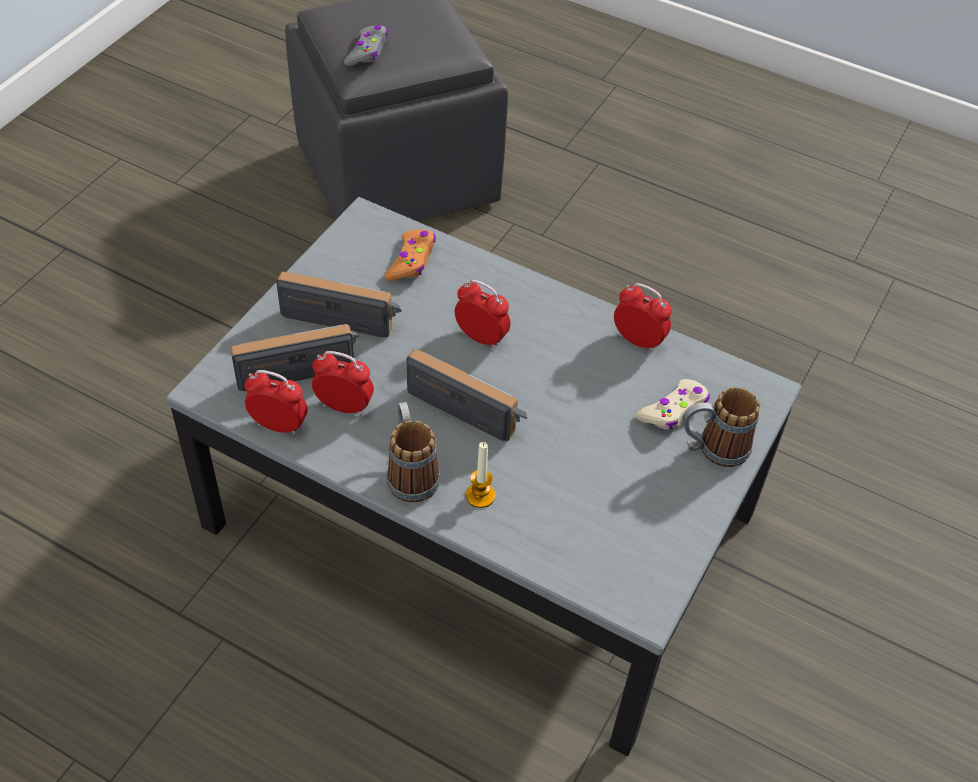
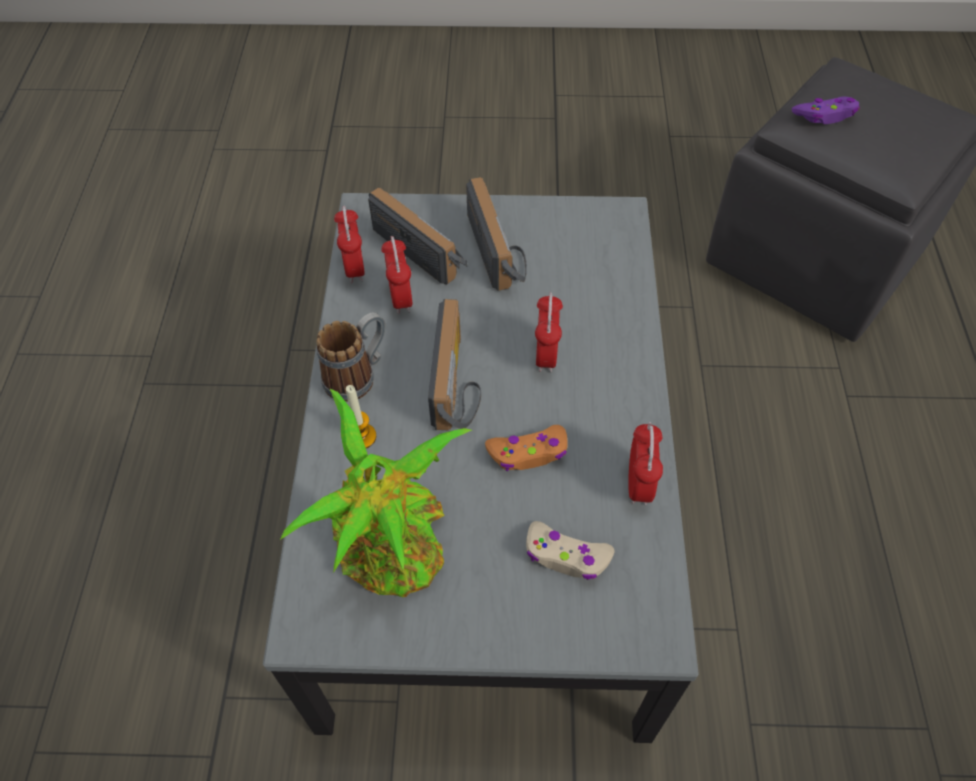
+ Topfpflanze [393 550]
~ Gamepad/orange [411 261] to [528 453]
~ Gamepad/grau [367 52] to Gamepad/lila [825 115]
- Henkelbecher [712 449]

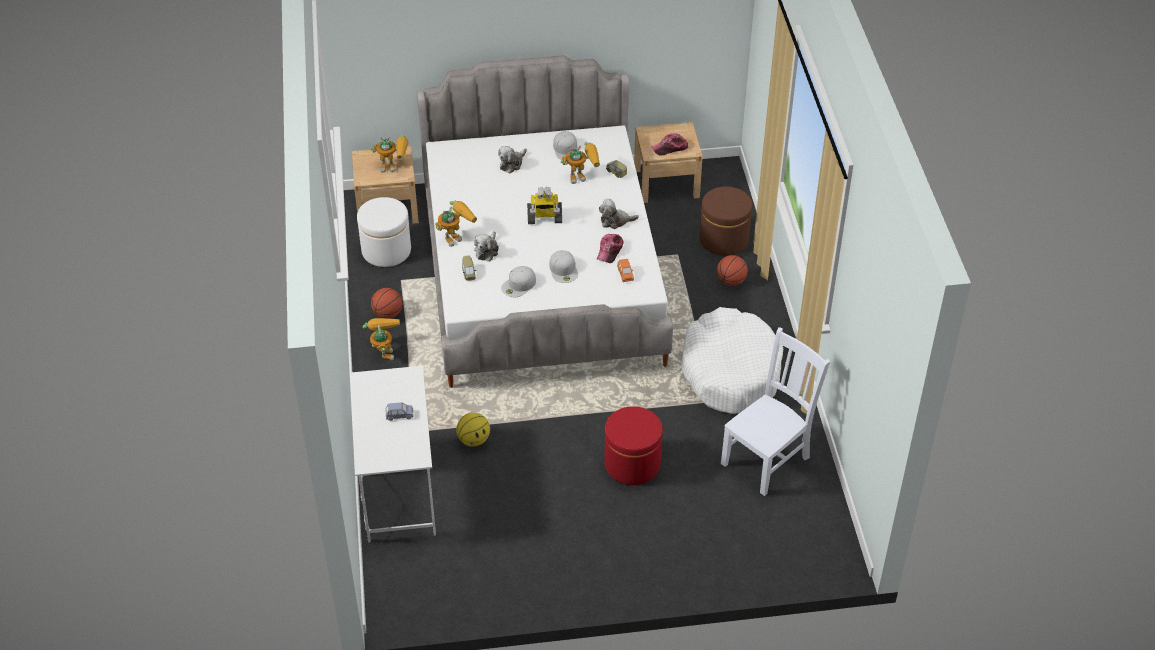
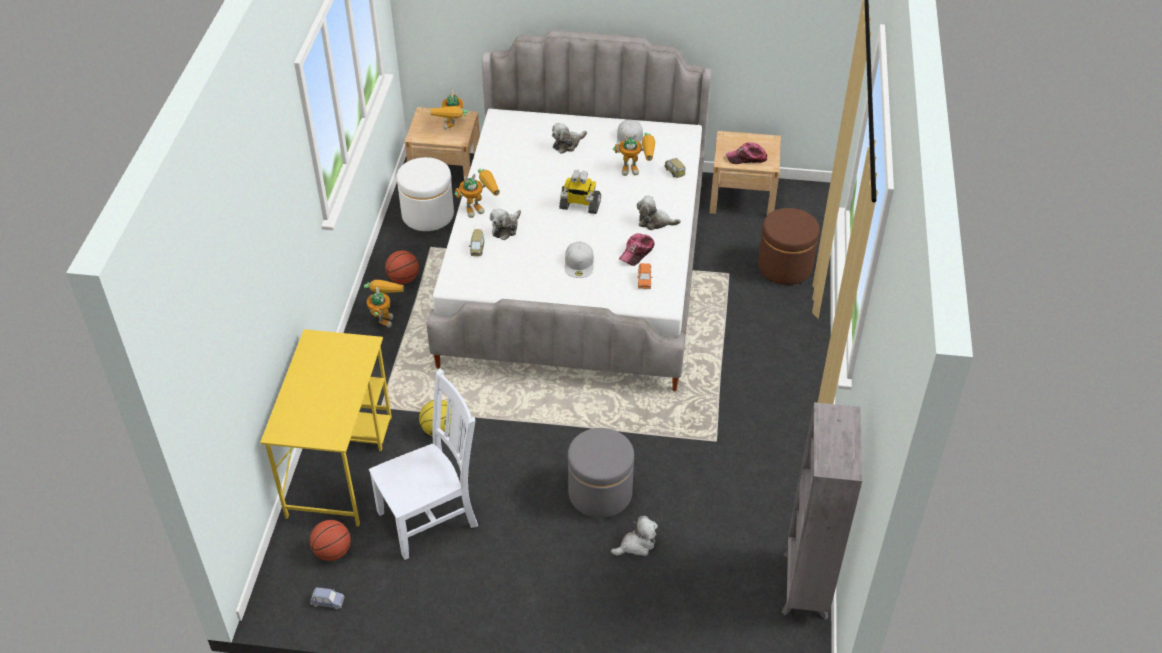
~ Schreibtisch/weiß [398 488] to Schreibtisch/gelb [340 465]
~ Basketball [731 281] to [332 551]
~ Spielzeugauto/blau [399 415] to [328 602]
~ Stuhl/weiß [767 459] to [431 517]
~ Spielzeugroboter [394 166] = [452 129] 75 degrees clockwise
~ Polsterhocker/rot [632 464] to Polsterhocker/grau [600 493]
+ Plüschtier [636 545]
+ Bücherregal/grau [804 587]
- Kappe/weiß [519 285]
- Hundebett/weiß [730 371]

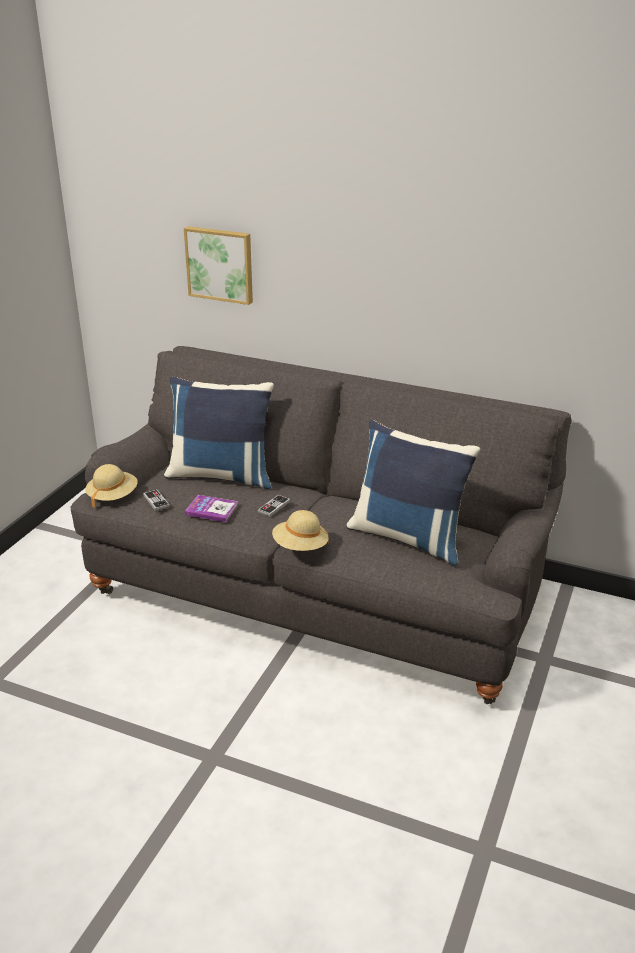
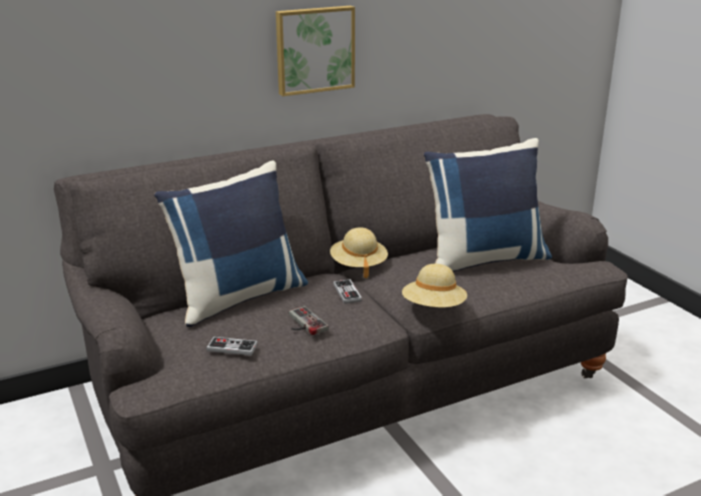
~ Bild [220 264] to [314 49]
~ Buch [211 510] to Gamepad [303 323]
~ Hut/beige [112 496] to [358 265]

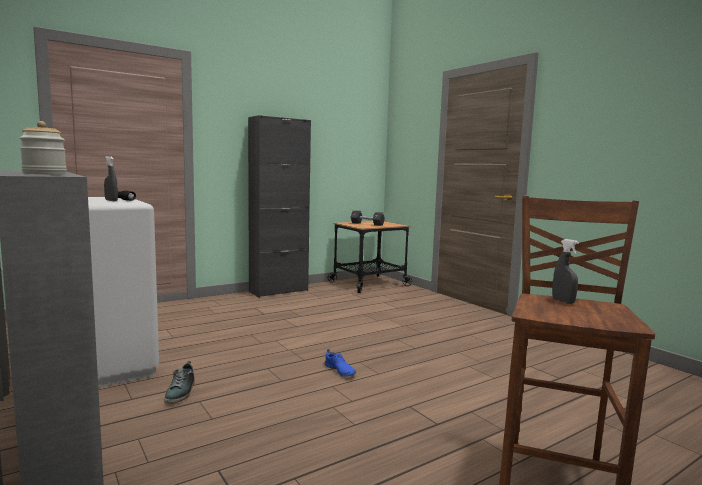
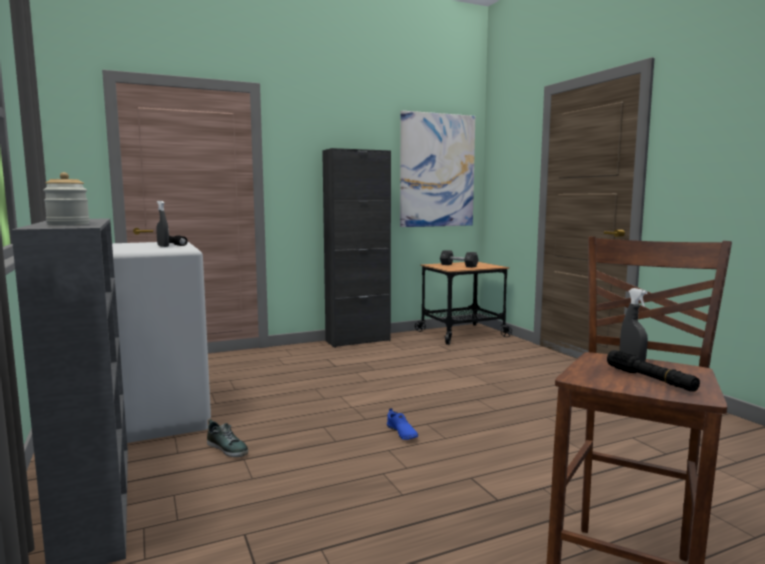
~ Schuh [181 392] = [228 448] 60 degrees counterclockwise
+ Bild [437 170]
+ Taschenlampe/schwarz [650 379]

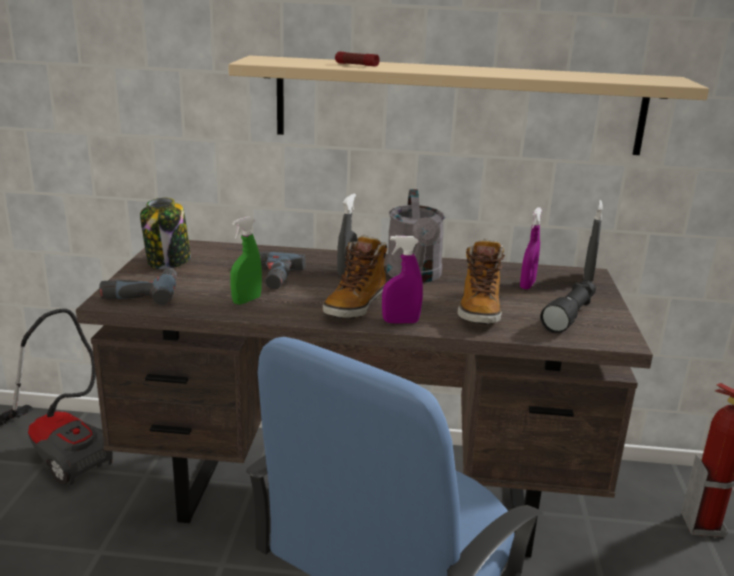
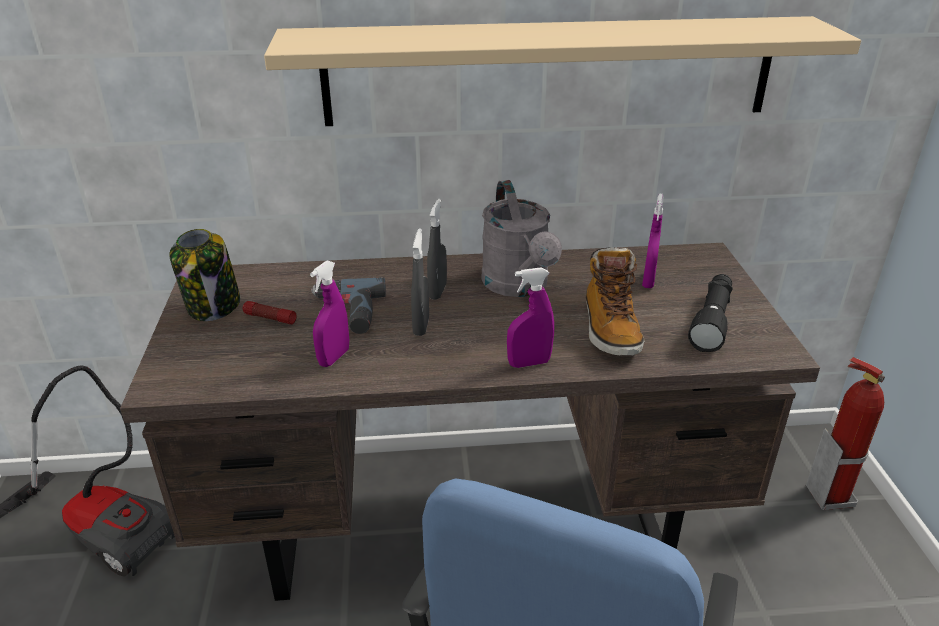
~ Taschenlampe [356 65] to [270 318]
~ Sprühflasche/grün [246 300] to Sprühflasche/lila [334 357]
~ Sprühflasche/grau [588 277] to [421 326]
- Bohrmaschine [141 293]
- Stiefel [355 305]

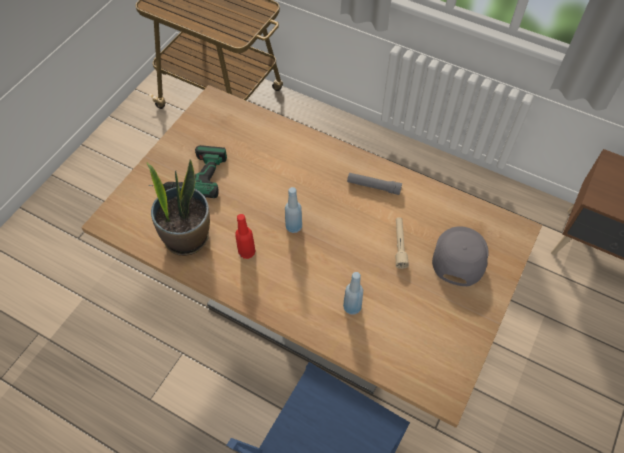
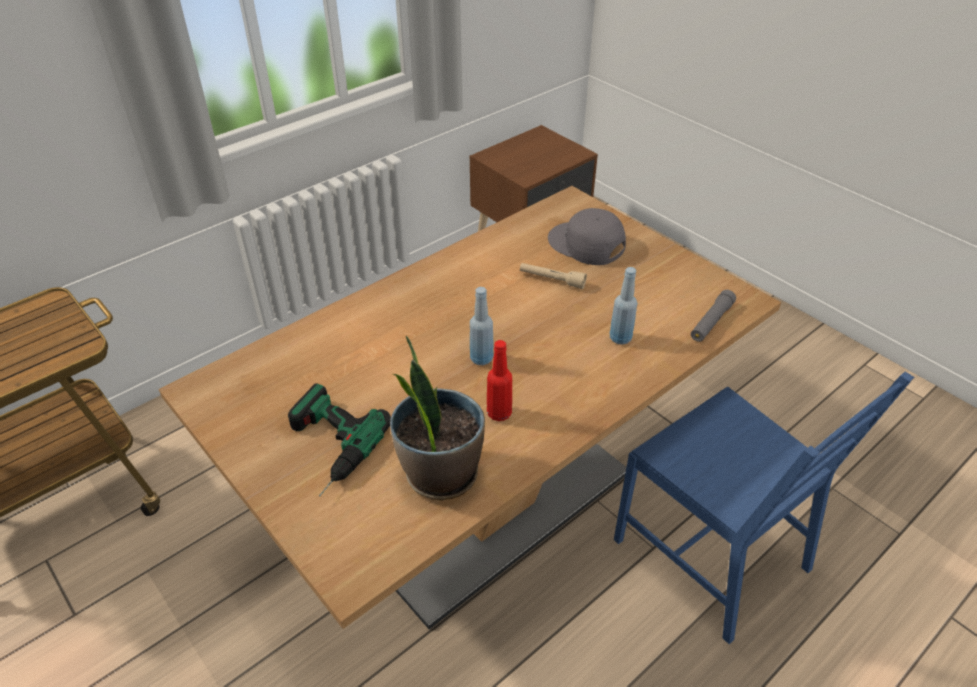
~ Taschenlampe/grau [373 186] to [711 322]

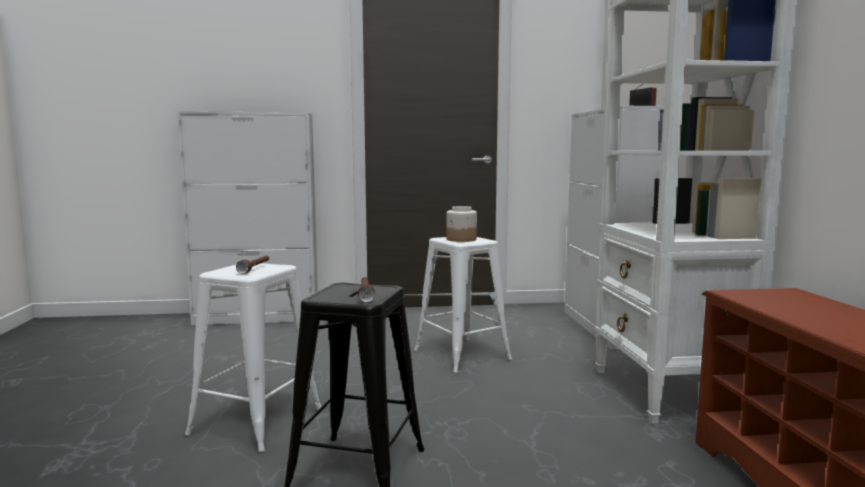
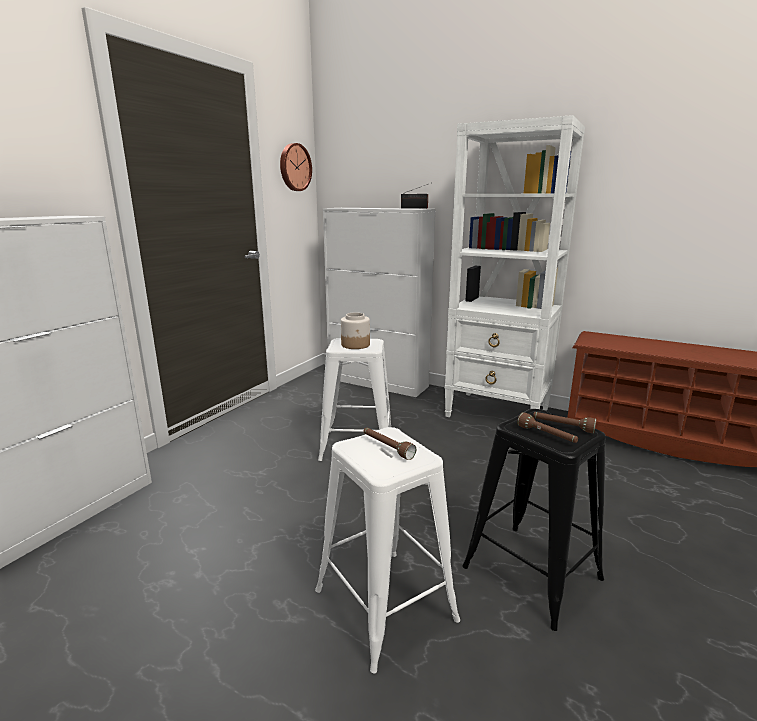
+ Wanduhr [294 167]
+ Taschenlampe/braun [546 435]

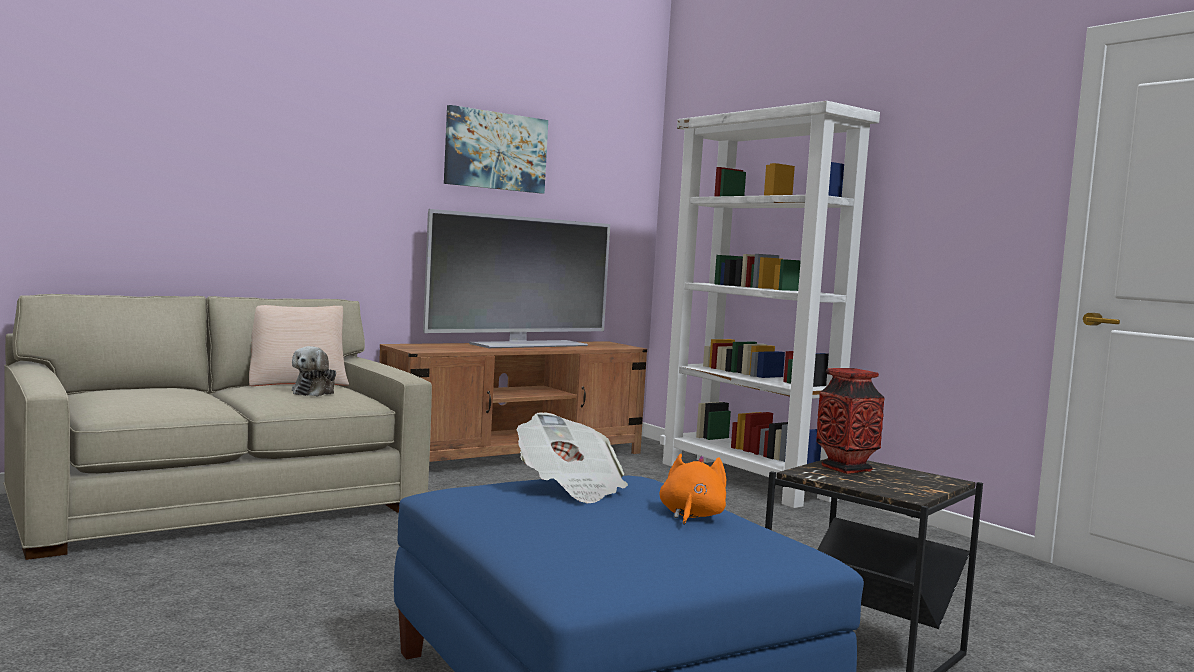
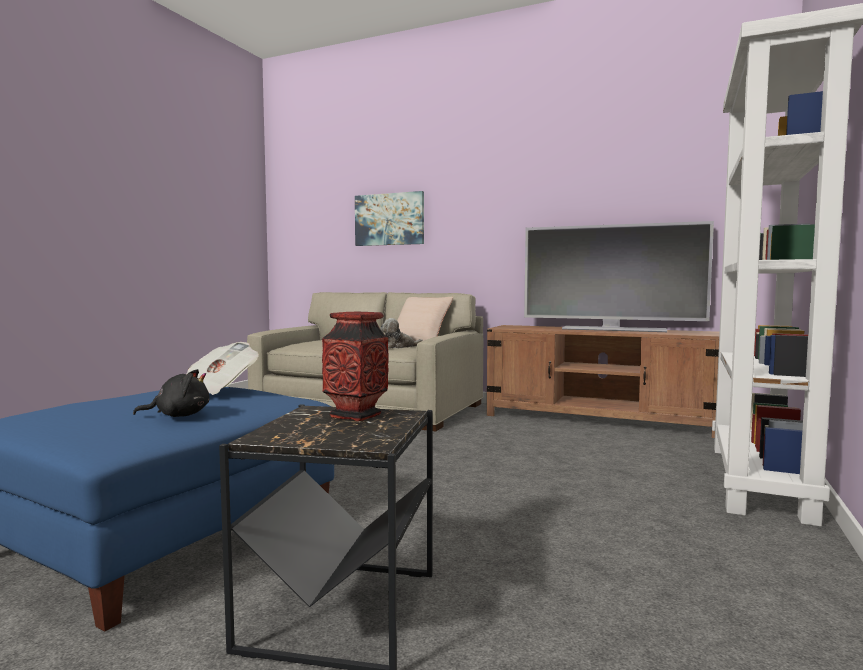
~ Plüschtier/orange [691 516] to Plüschtier/schwarz [179 415]
~ Bild [495 151] to [389 219]

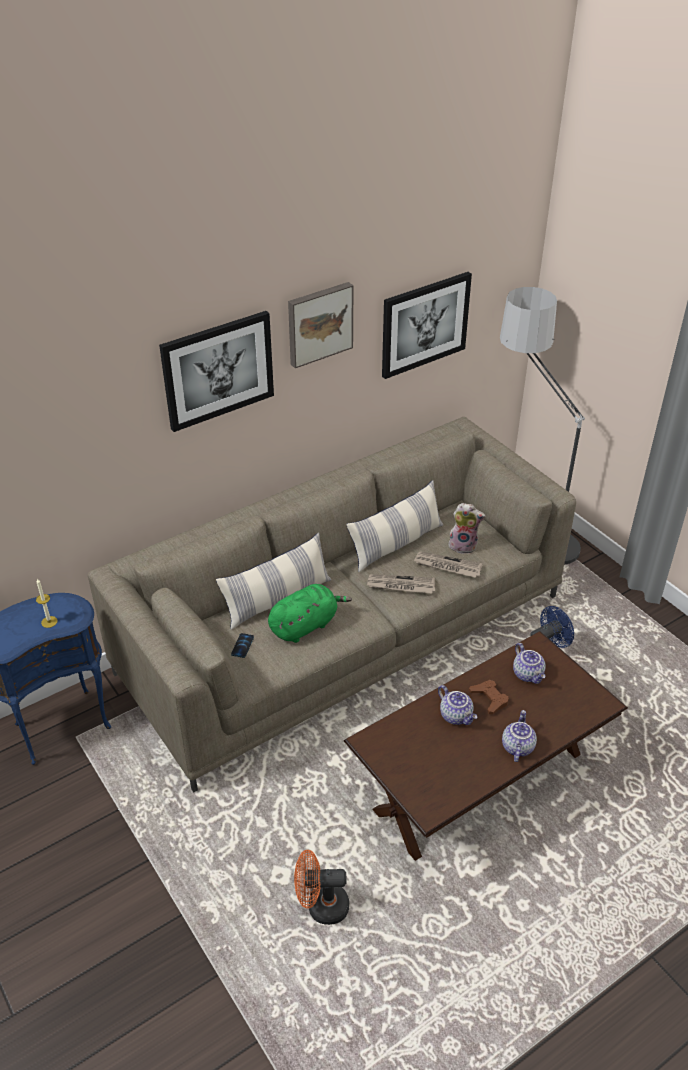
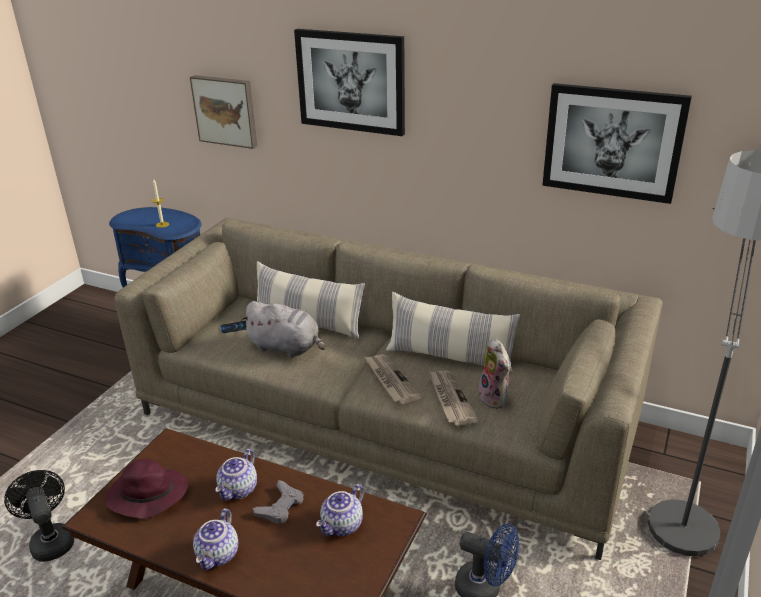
~ Ventilator/orange [321 906] to Ventilator/schwarz [50 540]
+ Hut/lila [146 495]
~ Bild [319 323] to [226 110]
~ Teekanne [516 747] = [219 555] 120 degrees clockwise
~ Plüschtier/grün [305 625] to Plüschtier/grau [286 348]
~ Gamepad/braun [489 699] to Gamepad/grau [280 506]

